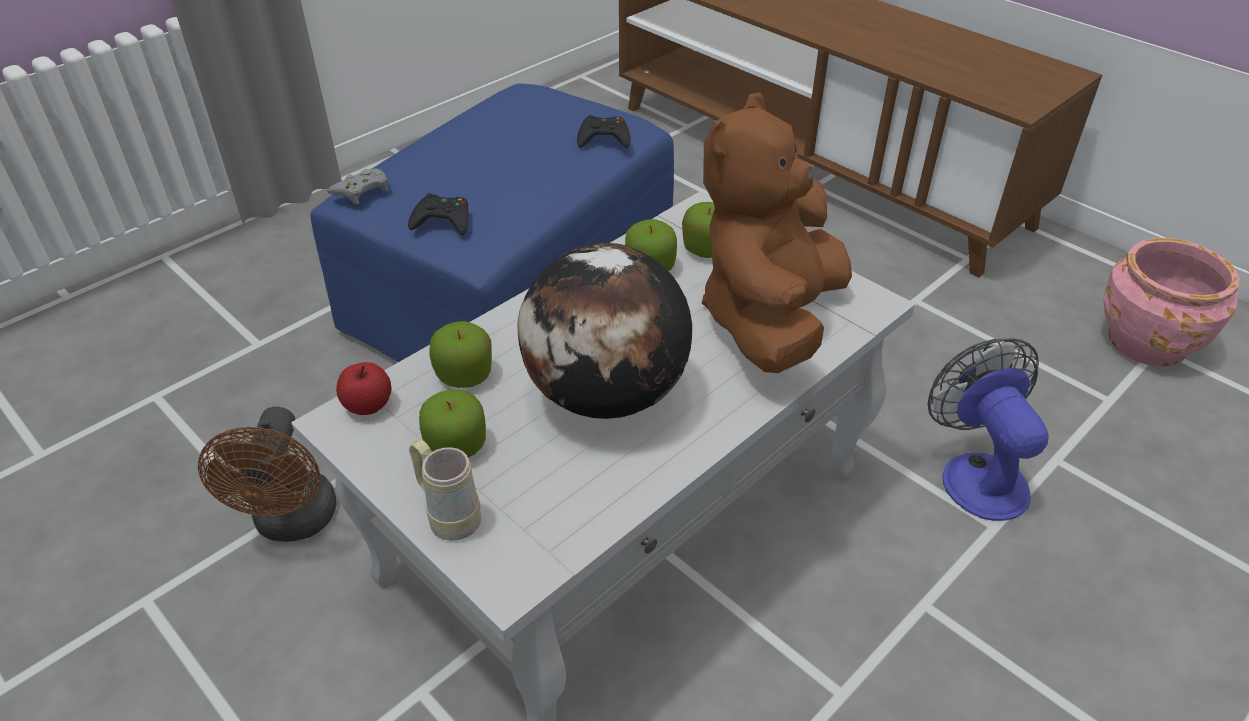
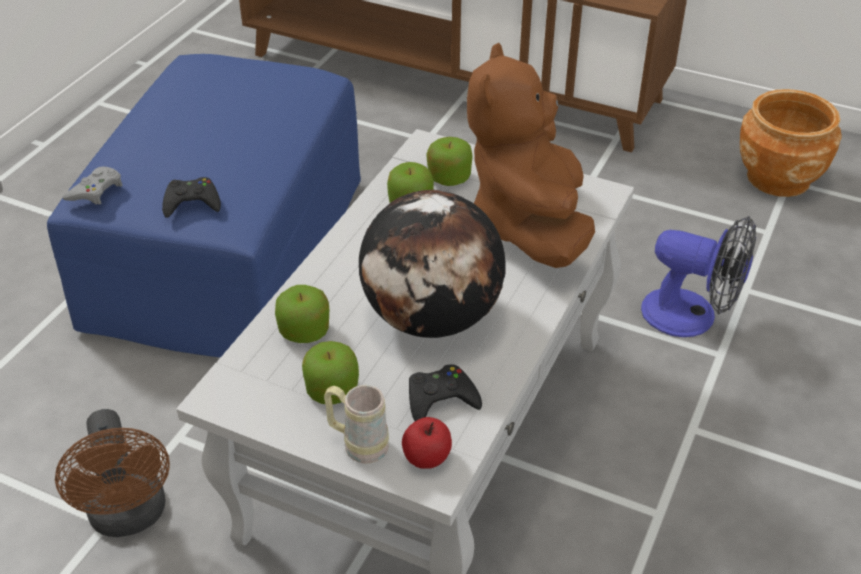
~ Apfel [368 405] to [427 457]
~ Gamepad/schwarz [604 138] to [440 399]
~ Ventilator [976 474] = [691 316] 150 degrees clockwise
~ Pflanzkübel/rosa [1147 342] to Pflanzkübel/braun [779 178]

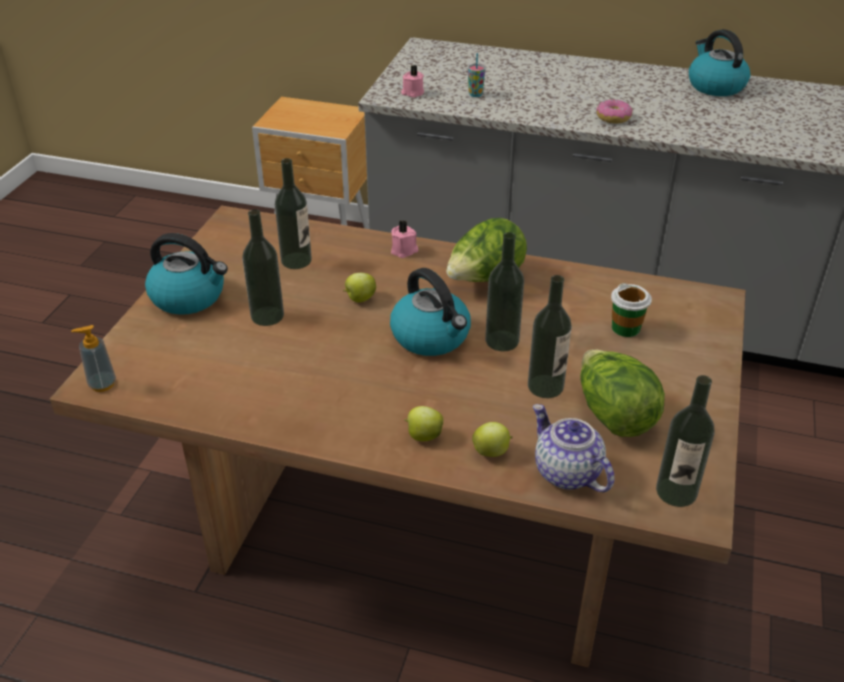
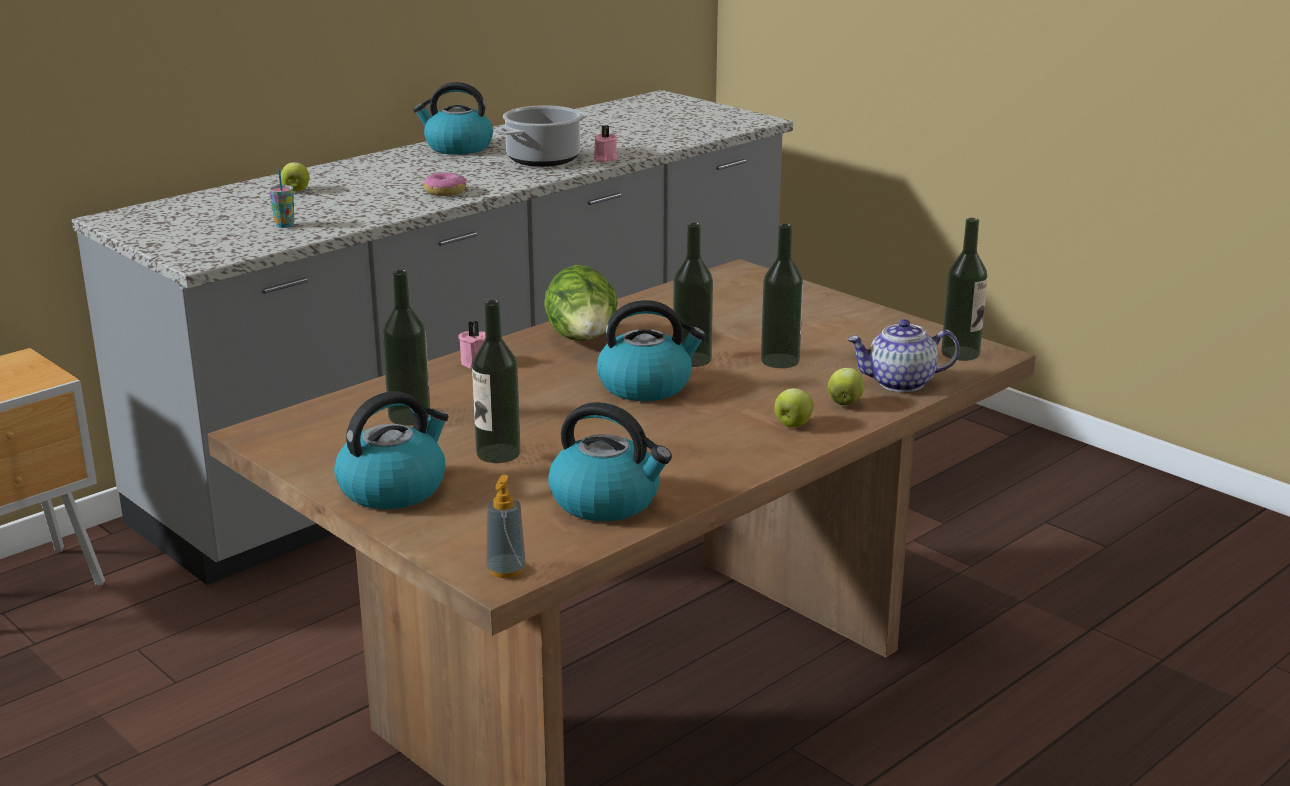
~ Apfel [359 299] to [296 190]
+ Kochtopf [543 159]
+ Wasserkessel [607 501]
~ Kerze/rosa [412 93] to [604 159]
- Salatkopf [613 415]
- Tasse [626 328]

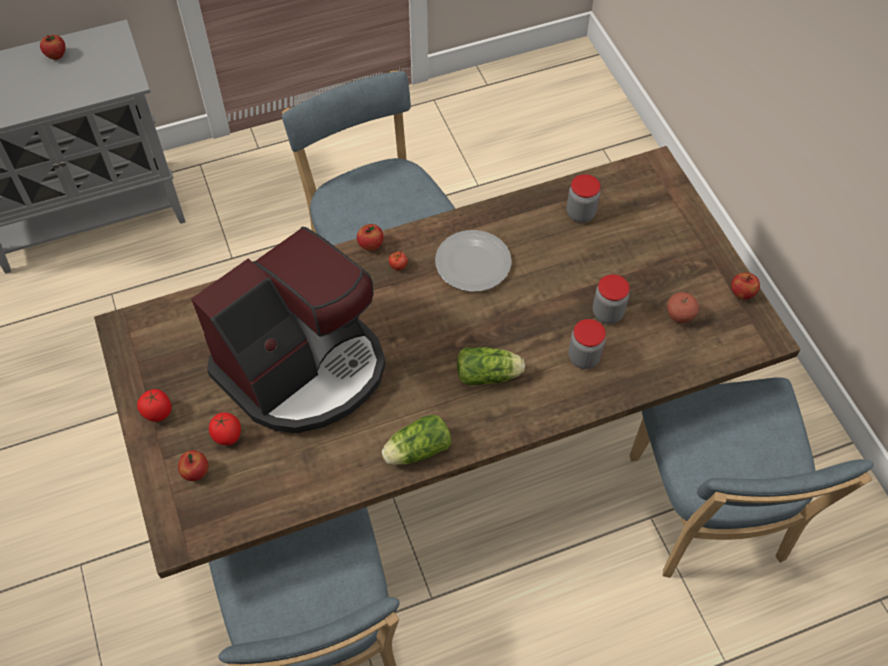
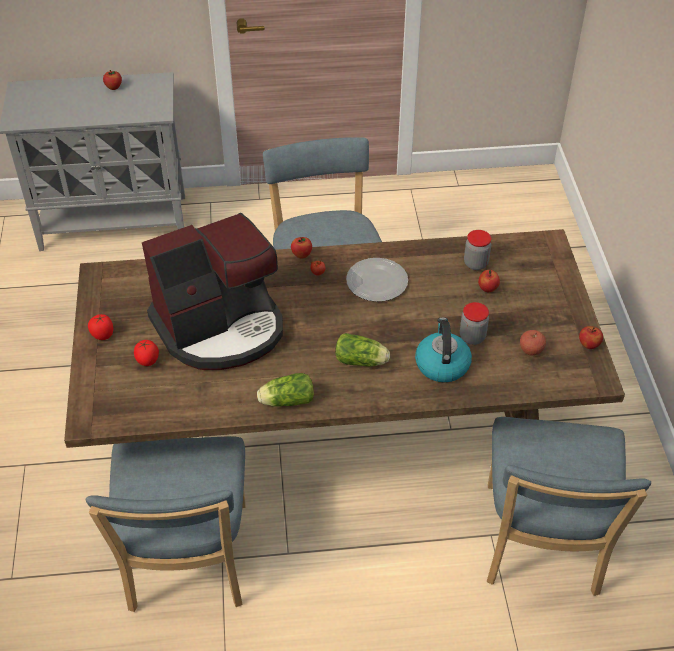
~ Vorratsglas [584 357] to Wasserkessel [442 364]
~ Apfel [196 472] to [487 288]

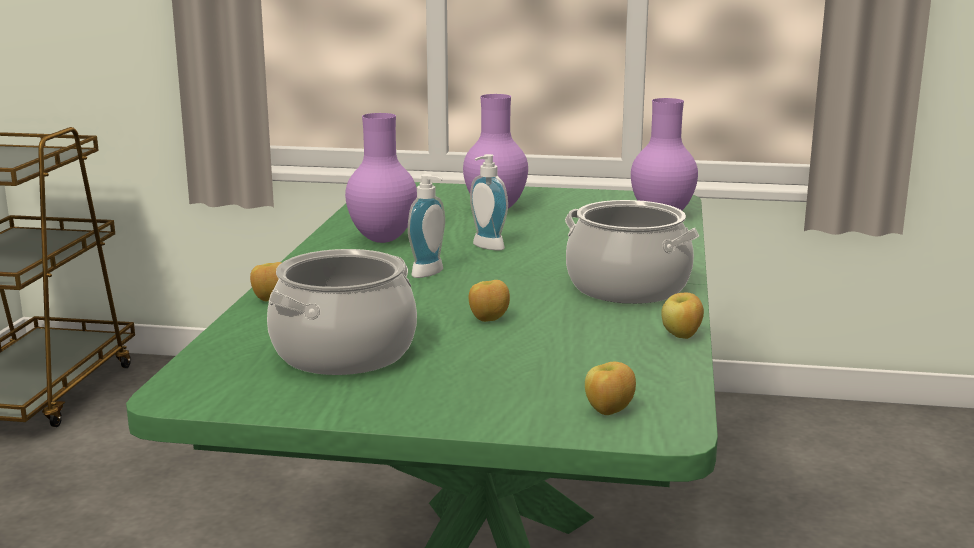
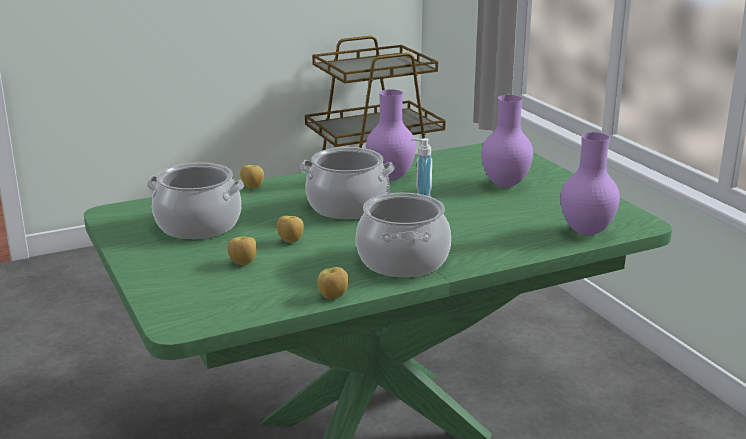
~ Apfel [608 411] to [243 263]
~ Seifenspender [431 273] to Kochtopf [348 206]

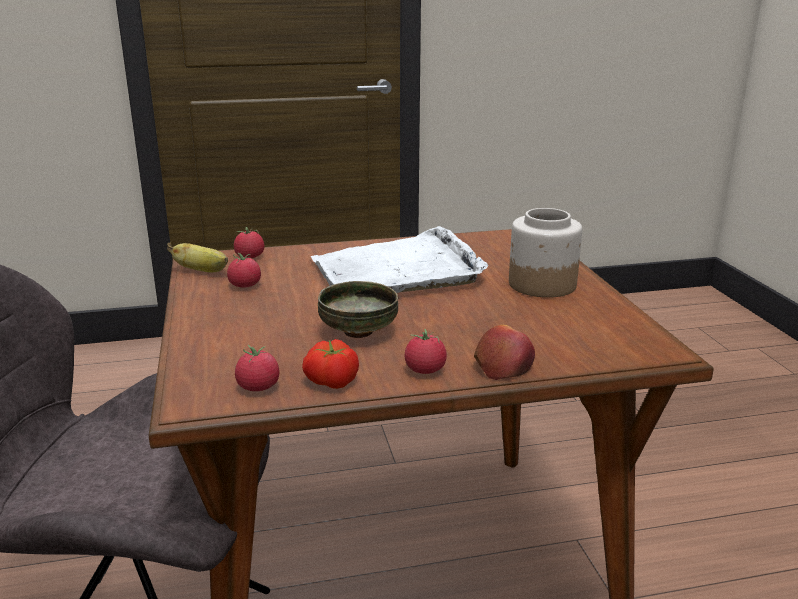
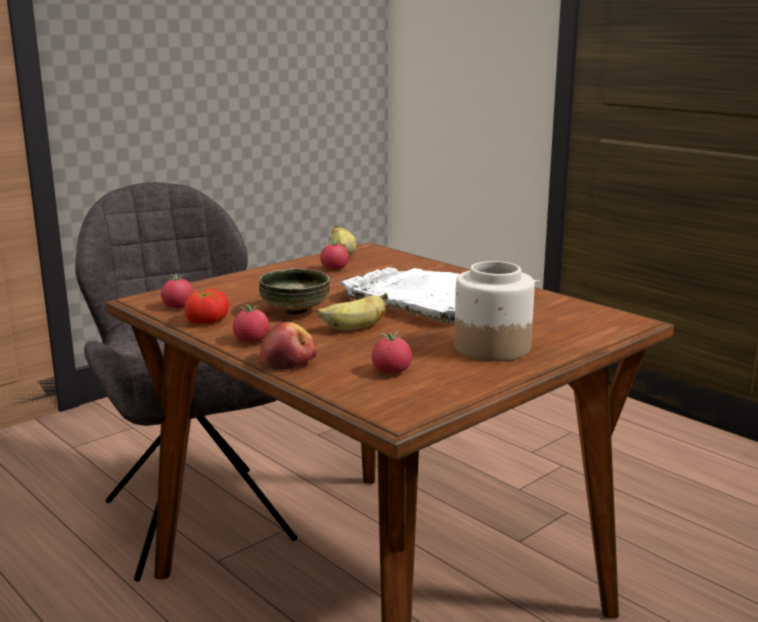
+ Banane [354 328]
~ Tomate [250 257] to [391 371]

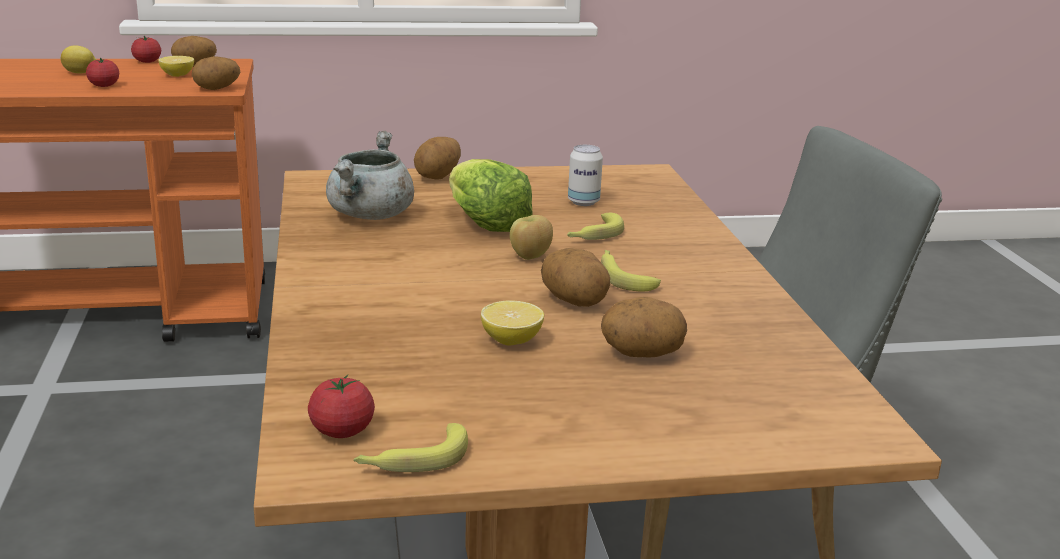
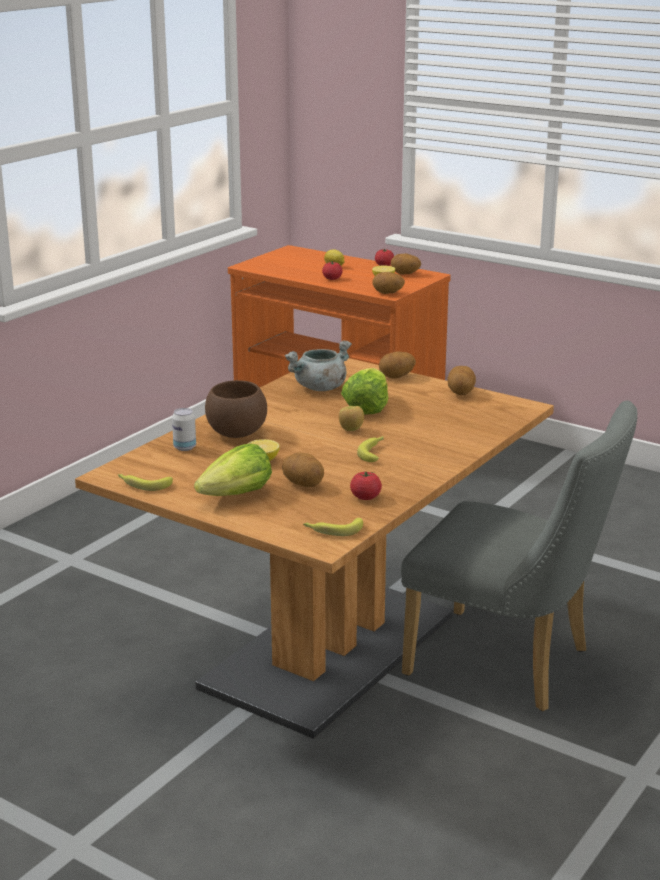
~ Dose [583 202] to [184 447]
+ Salatkopf [237 495]
+ Schüssel/braun [236 434]
~ Banane [593 235] to [333 530]
~ Tomate [342 431] to [365 497]
~ Kartoffel [574 301] to [461 393]

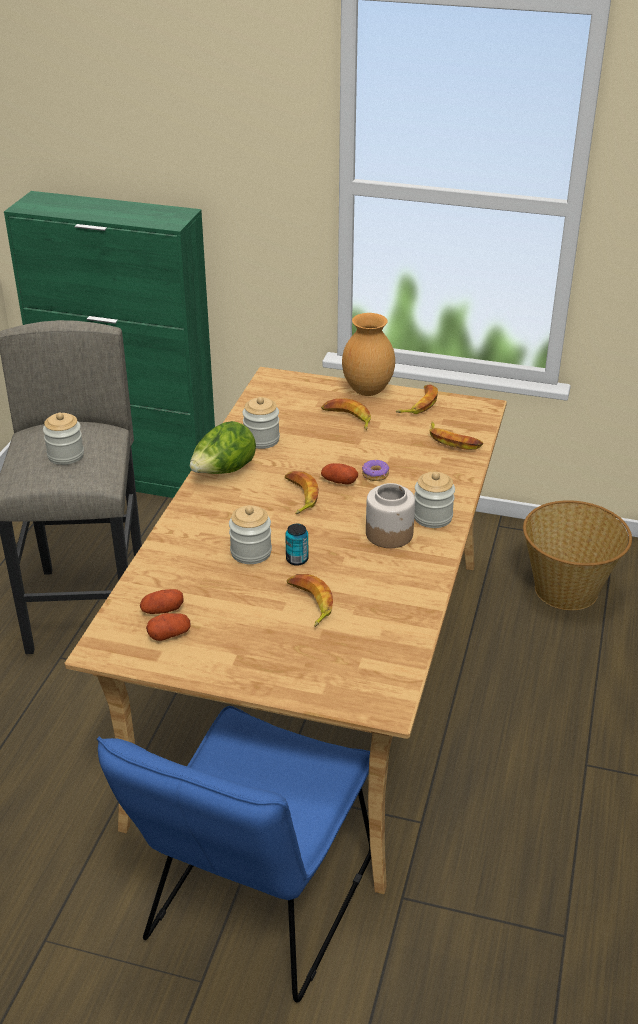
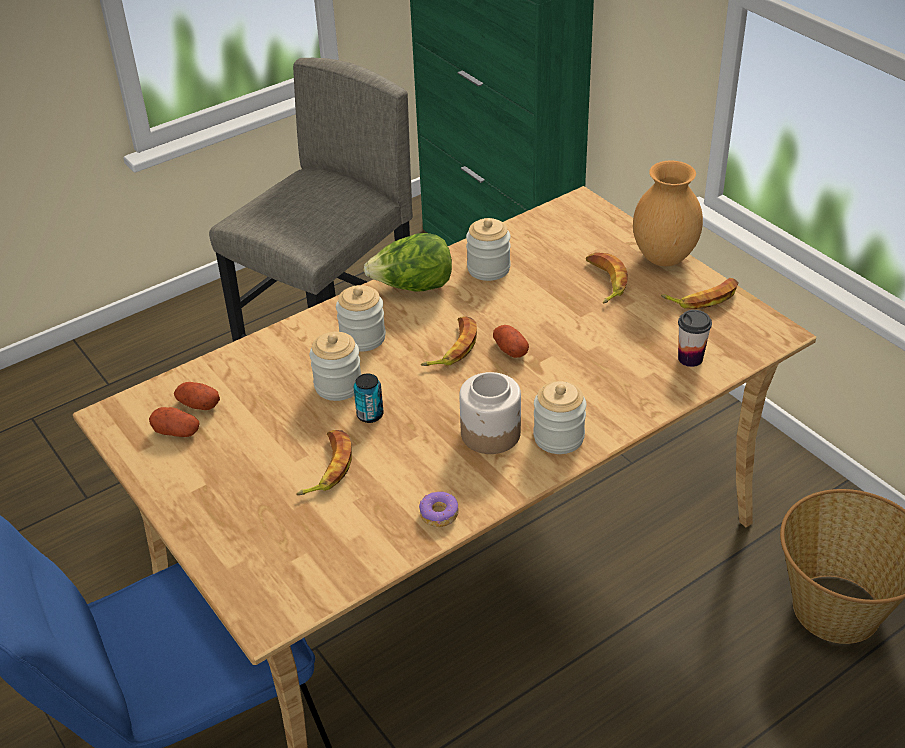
~ Vorratsglas [66 455] to [362 338]
~ Donut [375 475] to [439 514]
~ Banane [453 441] to Tasse [690 358]

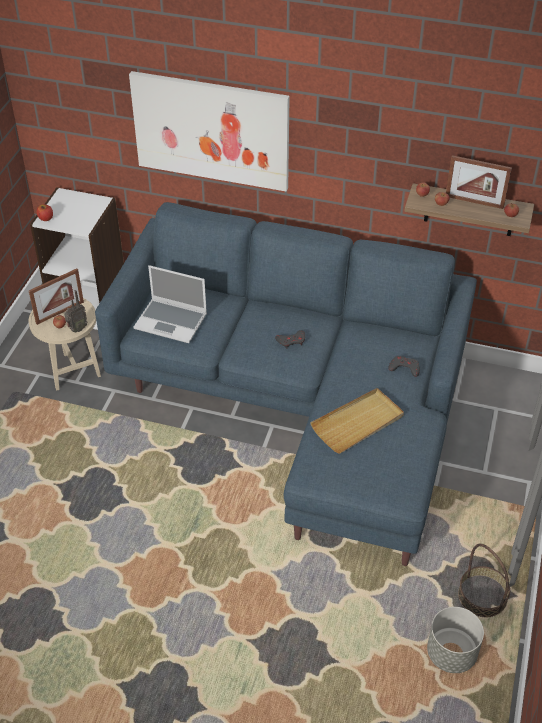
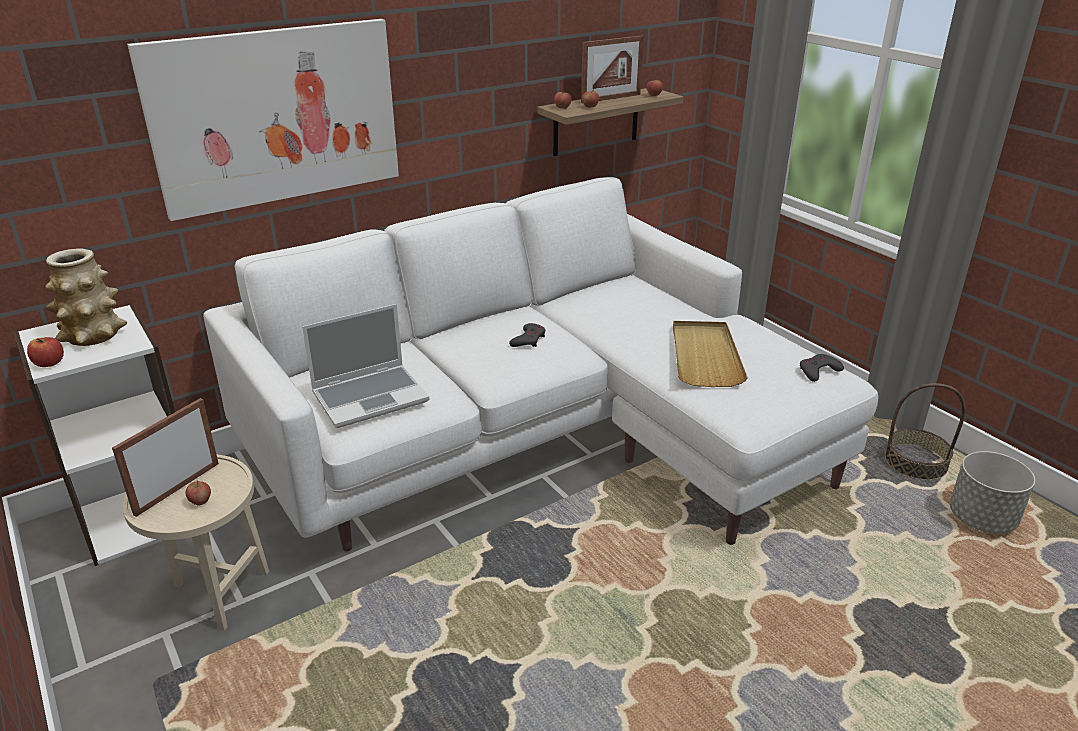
+ Vase [93 335]
~ Bilderrahmen [60 312] = [177 488] 150 degrees counterclockwise
~ Sofa/blau [302 405] to Sofa/weiß [542 441]
~ Gamepad/grau [404 368] to [818 371]
- Radio [77 329]

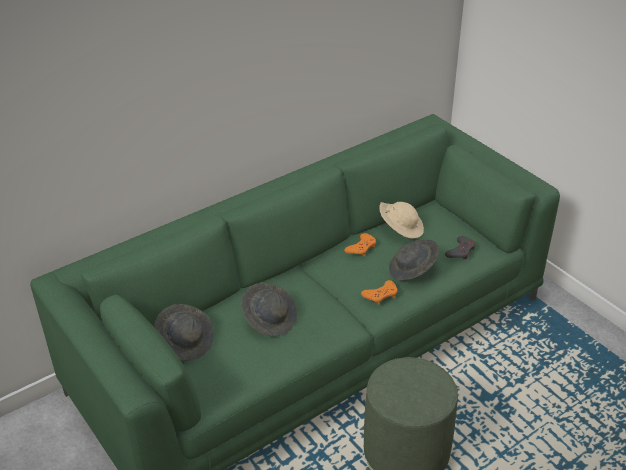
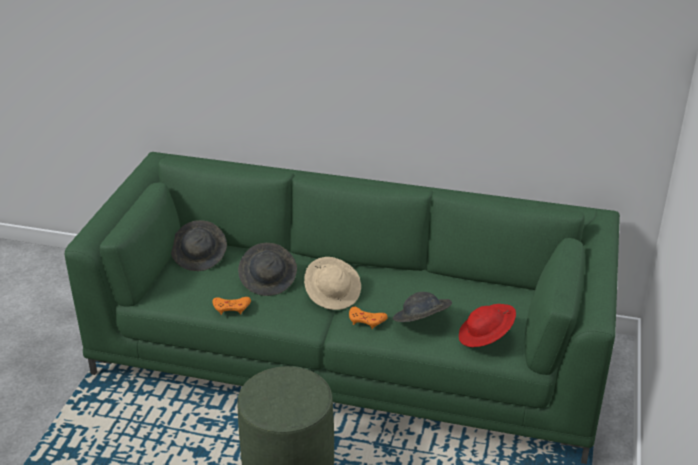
~ Gamepad/orange [361 248] to [231 308]
~ Hut/beige [401 228] to [333 294]
~ Gamepad/grau [460 251] to Hut/rot [485 337]

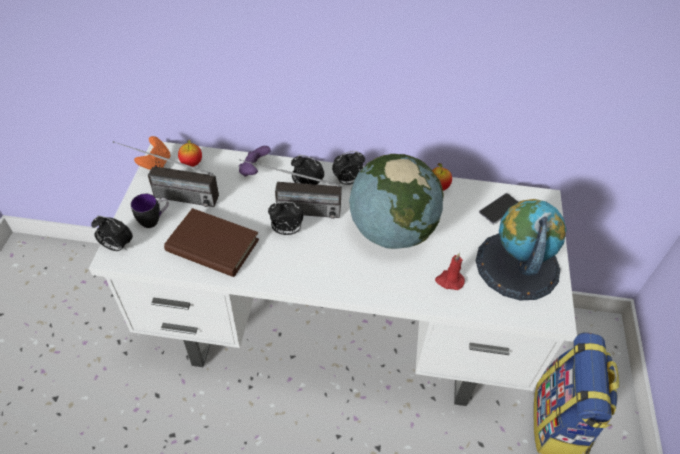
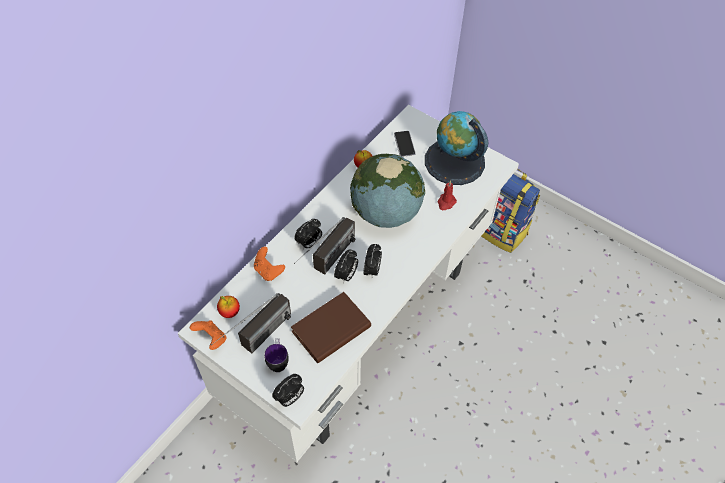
~ Gamepad/lila [254 170] to Gamepad/orange [268 271]
~ Wecker [348 181] to [372 270]

